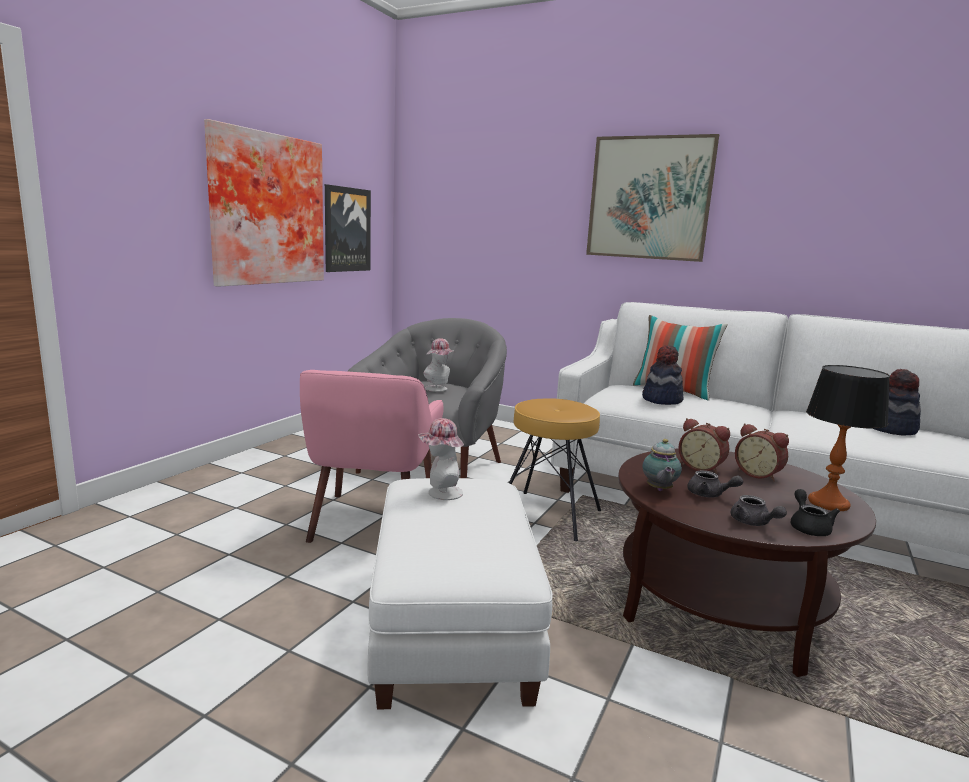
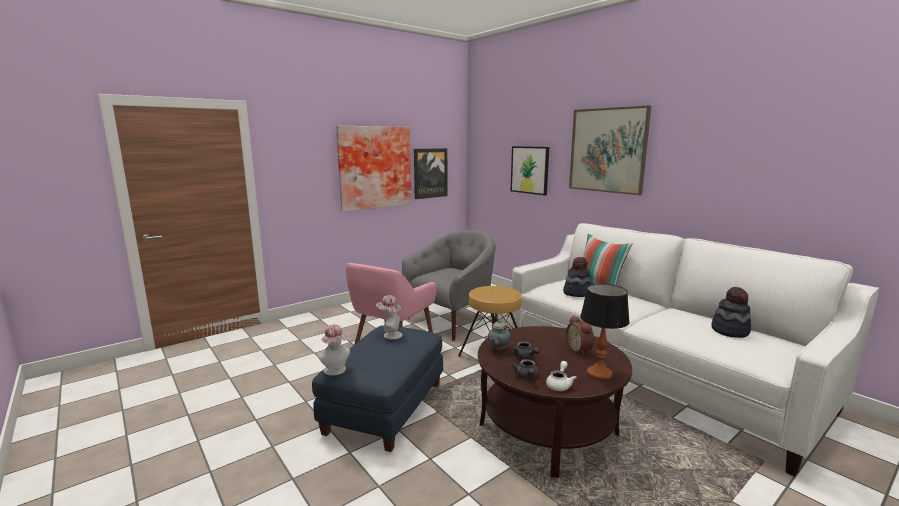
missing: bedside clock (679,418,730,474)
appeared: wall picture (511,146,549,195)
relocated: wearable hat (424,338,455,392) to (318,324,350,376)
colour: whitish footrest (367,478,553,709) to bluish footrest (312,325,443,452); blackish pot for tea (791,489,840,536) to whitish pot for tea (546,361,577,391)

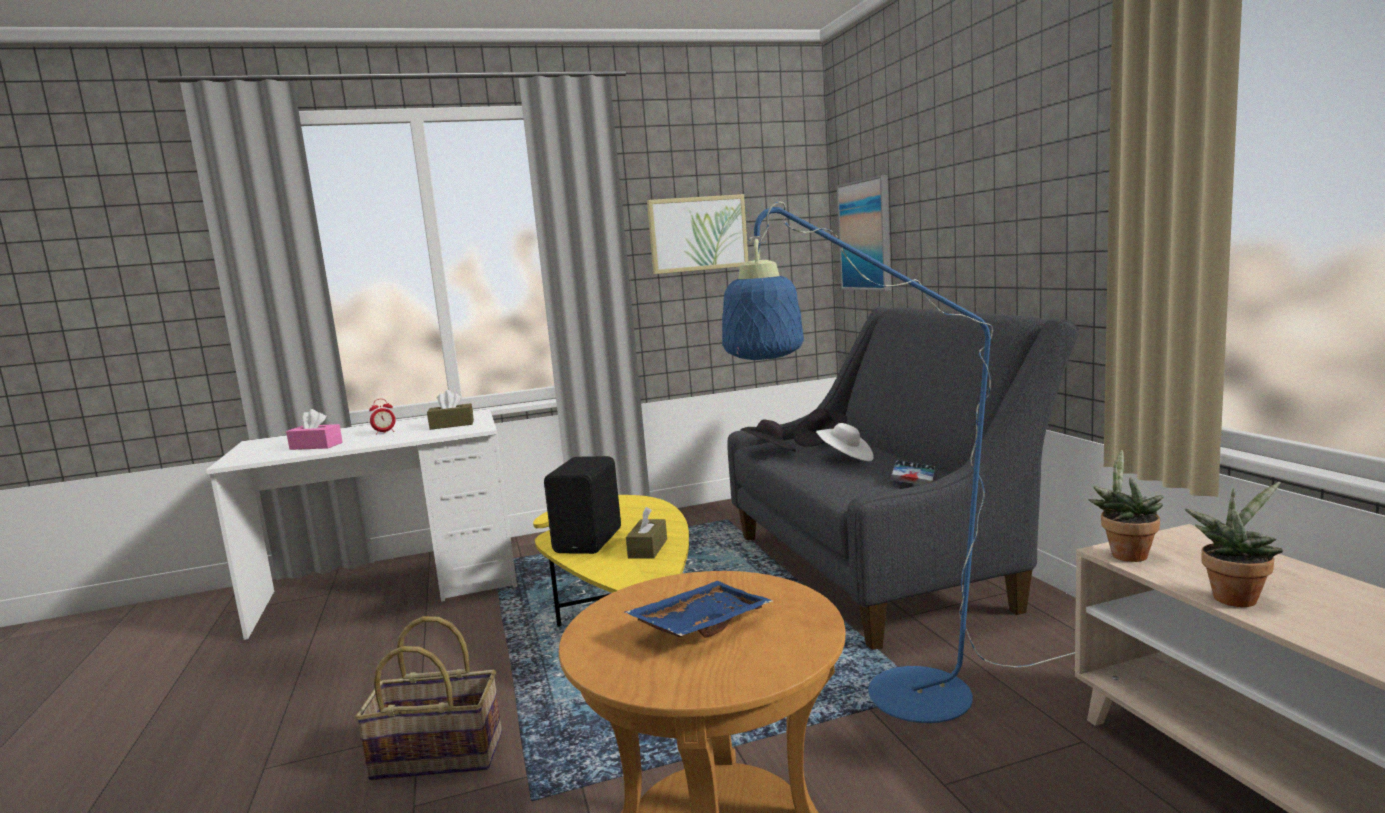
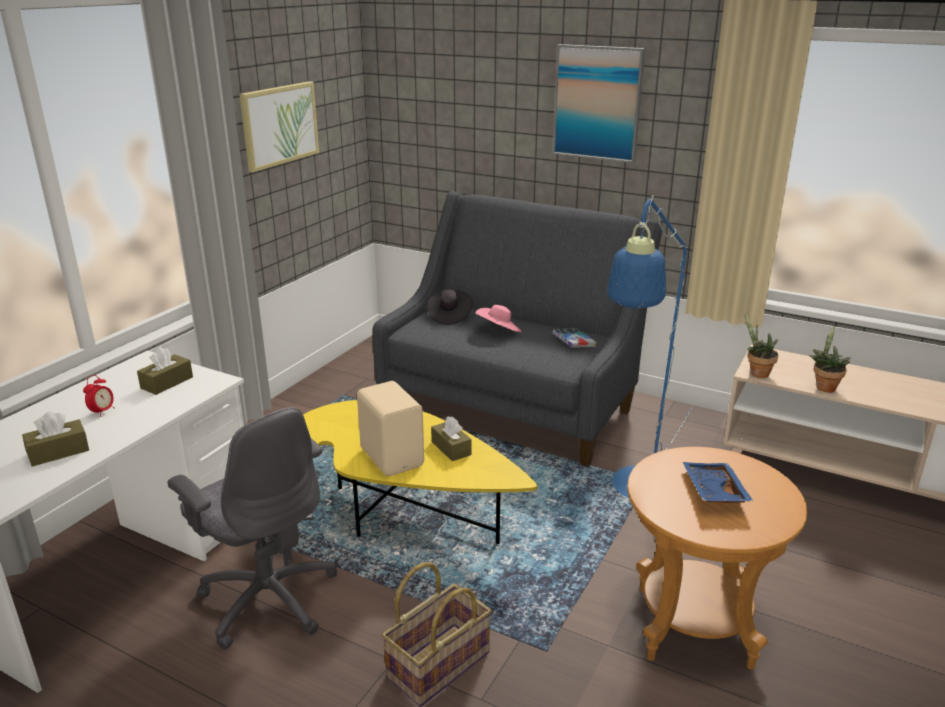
missing: blackish wearable hat (740,419,796,452)
appeared: greyish computer chair (167,407,337,650)
relocated: wall picture (837,175,891,291) to (553,44,645,163)
colour: pinkish tissue box (286,409,343,450) to brownish tissue box (22,411,89,467); blackish audio speaker (544,456,621,554) to sand-coloured audio speaker (357,381,424,476); whitish wearable hat (816,423,874,461) to pinkish wearable hat (475,305,522,332)

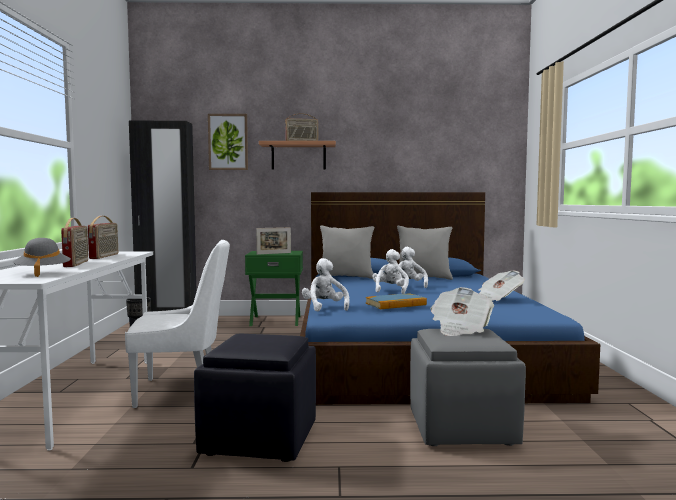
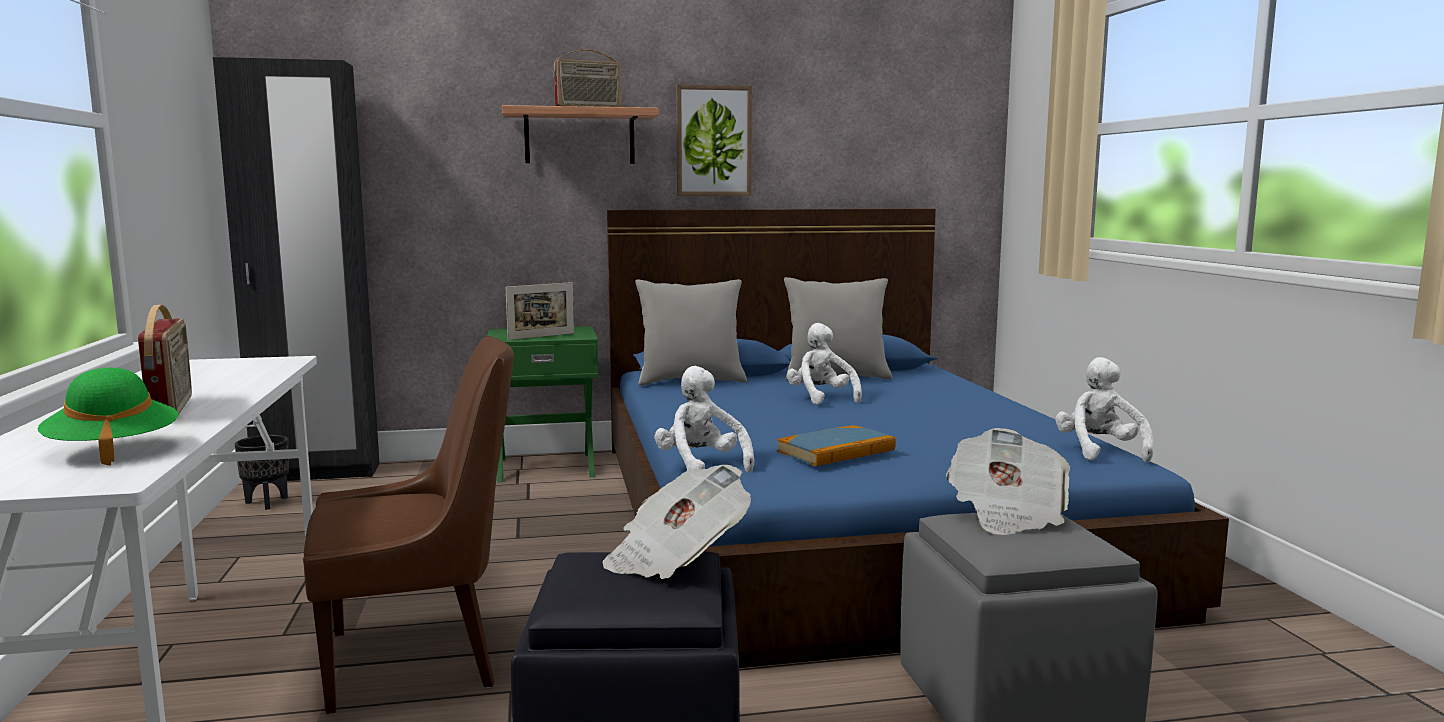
missing: radio (88,216,118,259)
relocated: wall picture (208,114,248,170) to (676,84,752,196); whitish cuddly toy (373,249,409,294) to (1055,357,1153,463); newspaper (478,271,525,301) to (602,465,751,579)
colour: greyish wearable hat (13,238,71,277) to green-coloured wearable hat (37,368,178,466); whitish chair (125,240,230,408) to brownish chair (303,336,514,714)

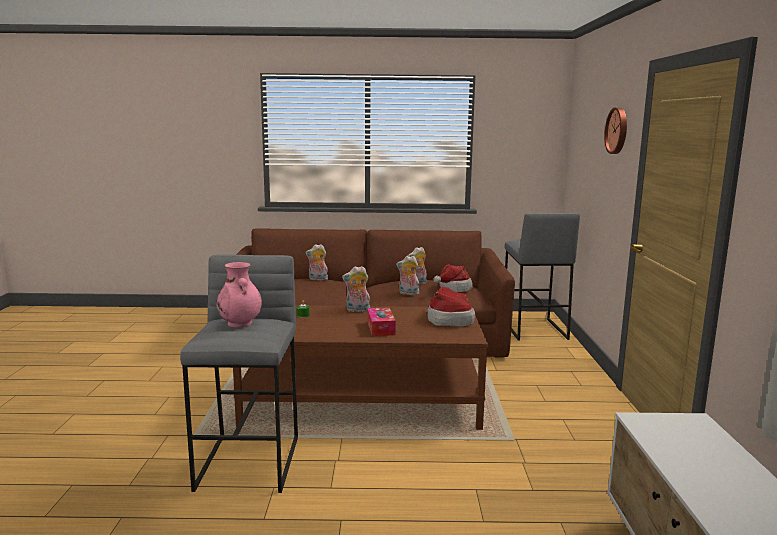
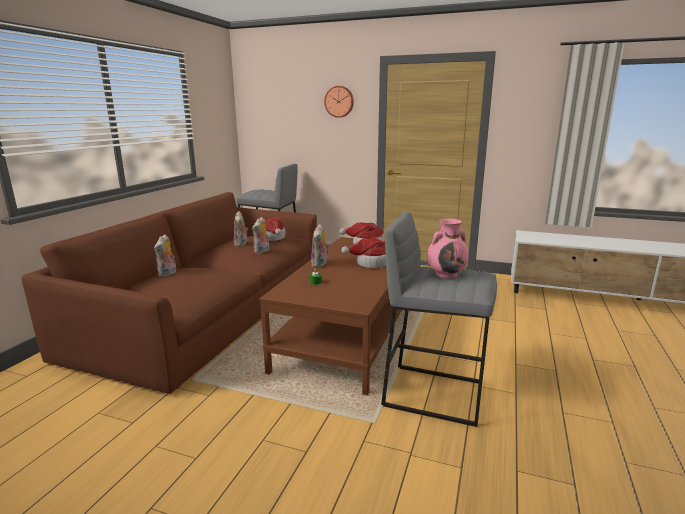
exchanged: tissue box (368,307,396,336) to wearable hat (341,237,386,268)

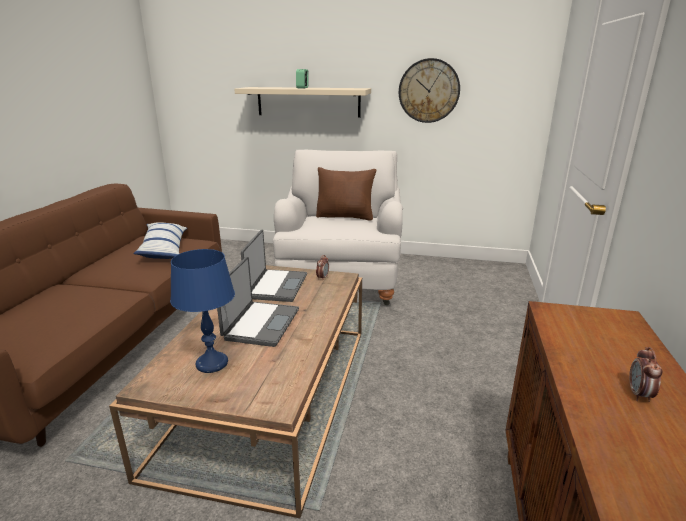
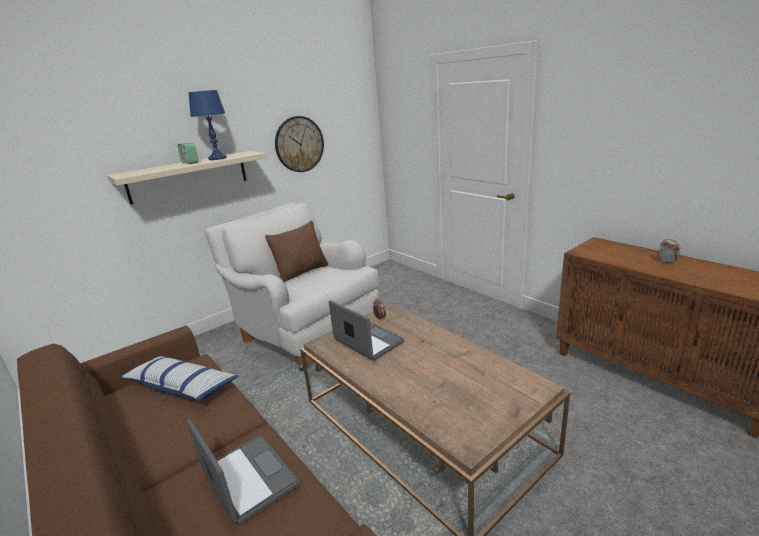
relocated: bluish tabletop lamp (170,249,235,373) to (188,90,227,160); notebook computer (217,257,299,347) to (187,419,299,525)

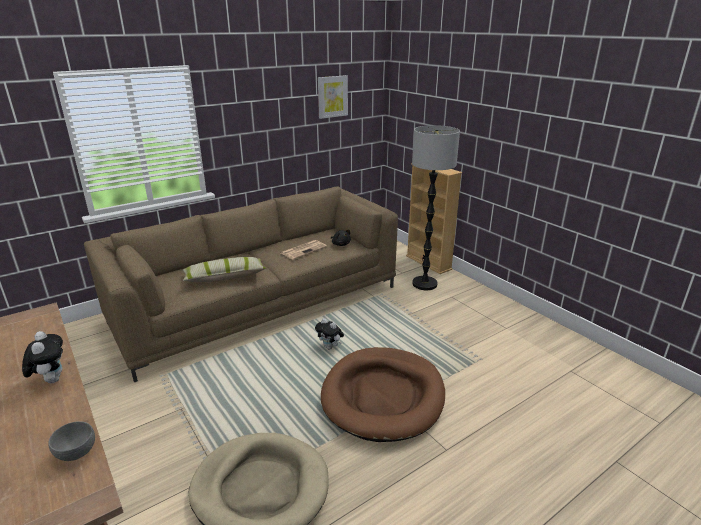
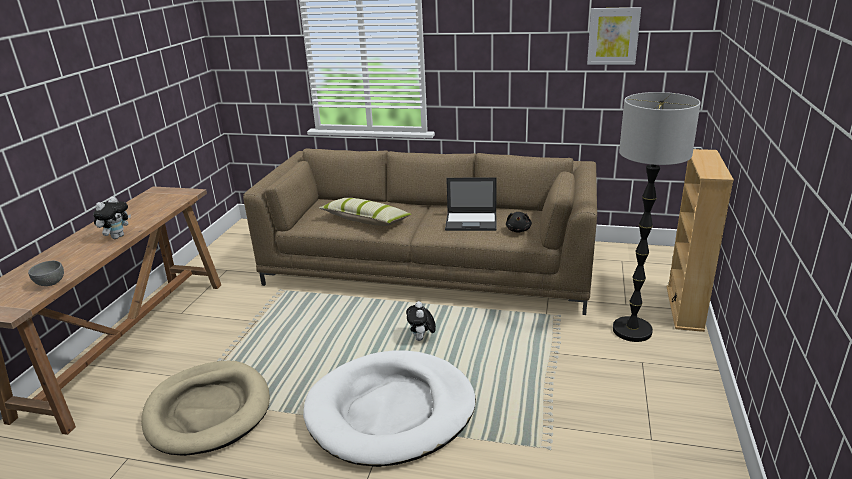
exchanged: newspaper (281,240,327,260) to notebook computer (445,177,497,231)
colour: brownish pet bed (321,347,445,442) to whitish pet bed (303,350,476,467)

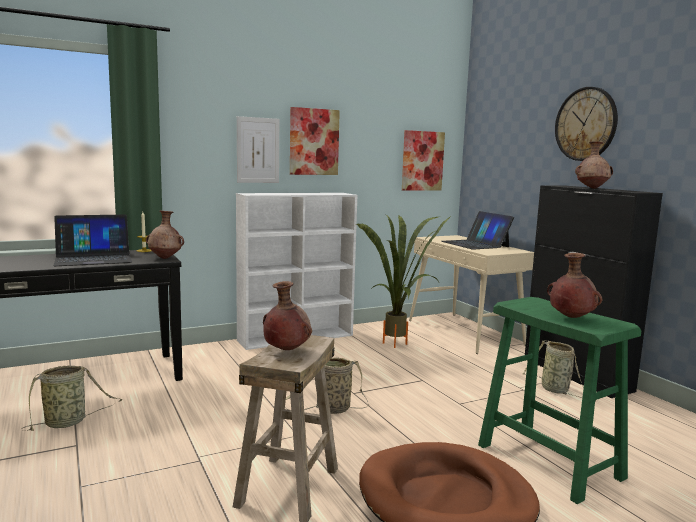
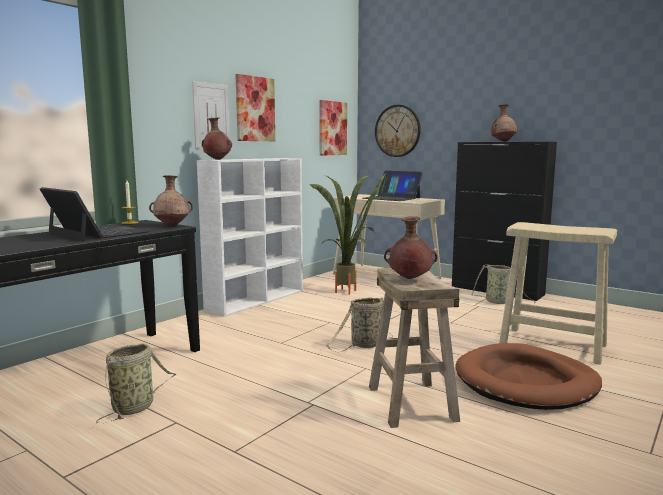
relocated: brownish decorative vase (547,253,602,318) to (202,117,232,160); clock on the wall (555,87,618,161) to (375,105,421,157)
colour: green-coloured sitting stool (478,297,641,504) to sand-coloured sitting stool (499,222,617,365)
spun: notebook computer (53,215,132,266) = (40,187,150,241) 90 degrees counterclockwise

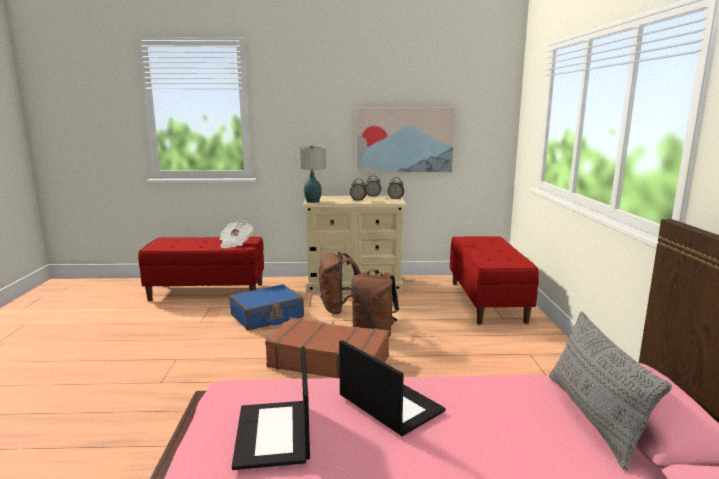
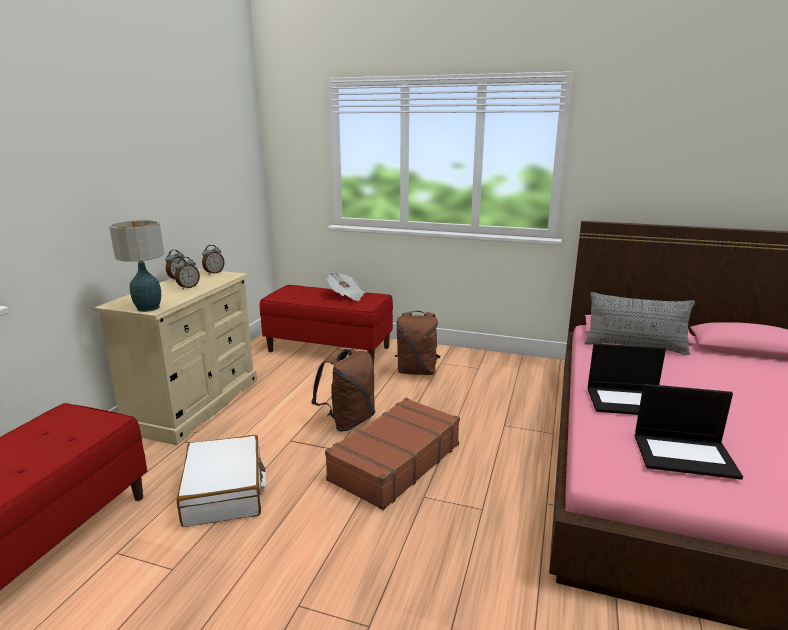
missing: wall picture (357,107,455,173)
relocated: newspaper (219,220,253,248) to (327,272,365,301); brownish knapsack (319,252,361,314) to (395,311,440,375)
colour: bluish travel case (229,284,304,330) to whitish travel case (177,435,266,527)
spun: notebook computer (339,340,446,436) = (587,343,666,415) 150 degrees counterclockwise

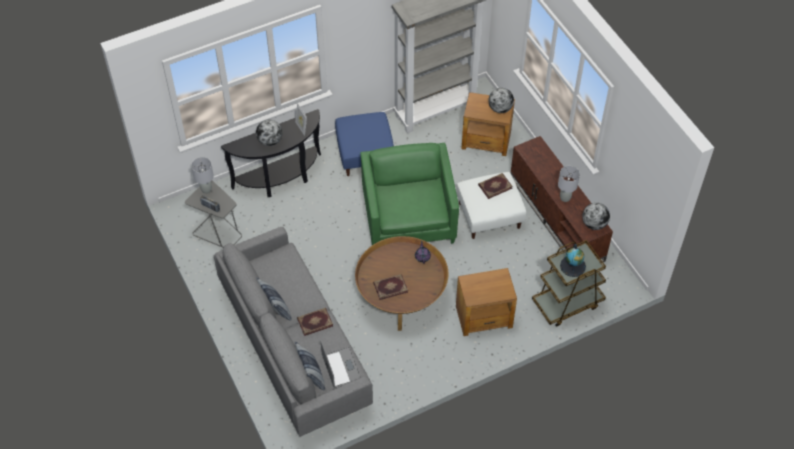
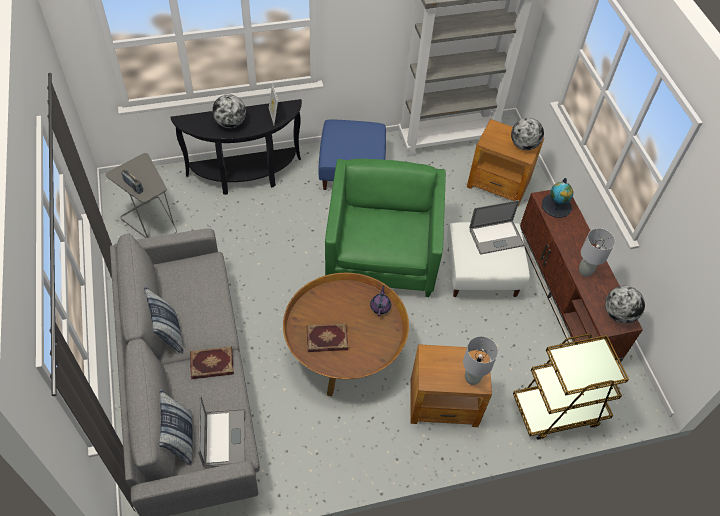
relocated: greyish tabletop lamp (191,157,214,194) to (463,336,498,385); world globe (560,244,586,277) to (542,178,573,218)
exchanged: book (478,173,513,199) to notebook computer (469,200,524,255)

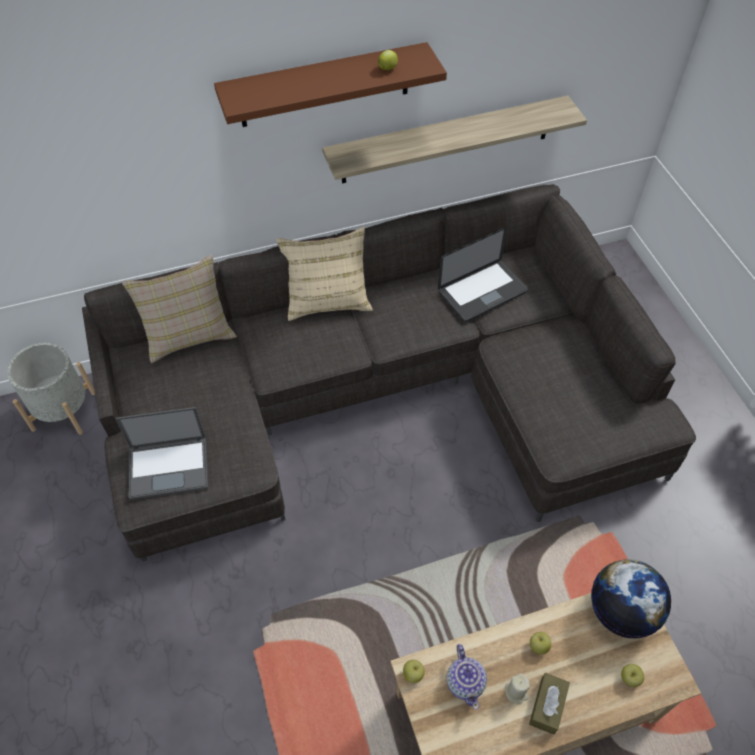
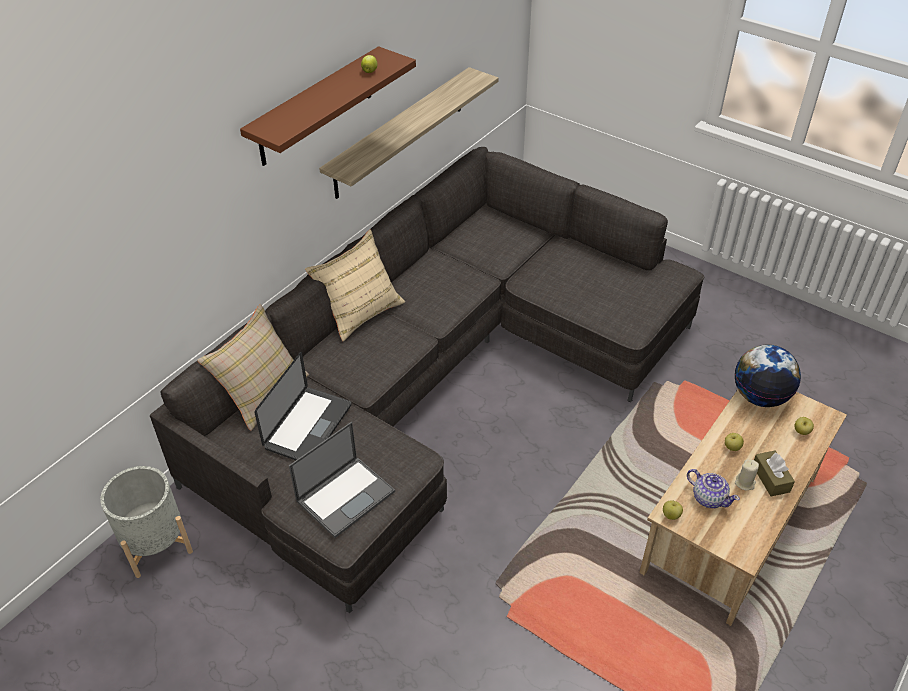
relocated: notebook computer (438,227,528,322) to (255,352,351,460)

